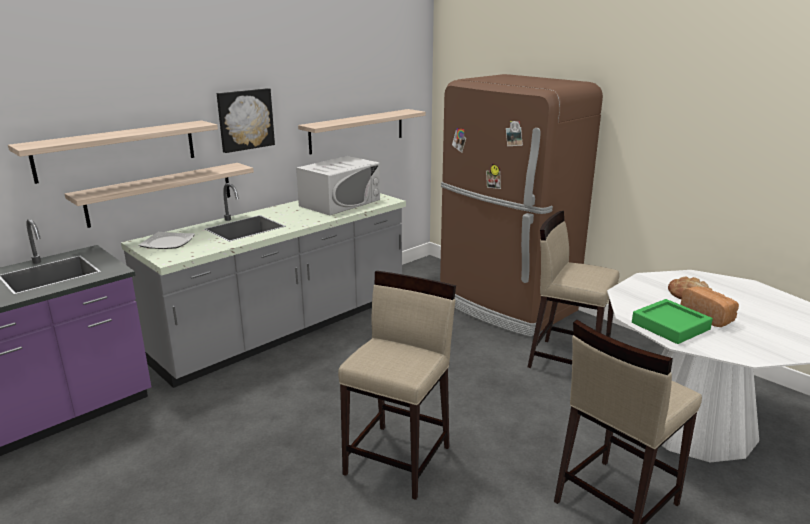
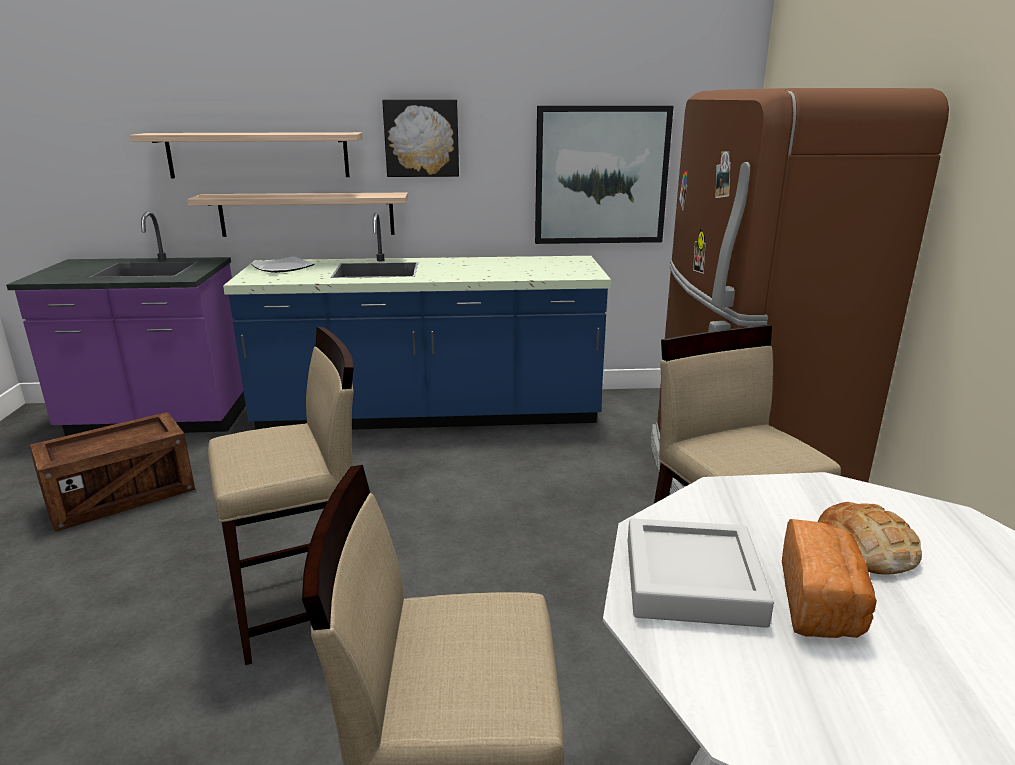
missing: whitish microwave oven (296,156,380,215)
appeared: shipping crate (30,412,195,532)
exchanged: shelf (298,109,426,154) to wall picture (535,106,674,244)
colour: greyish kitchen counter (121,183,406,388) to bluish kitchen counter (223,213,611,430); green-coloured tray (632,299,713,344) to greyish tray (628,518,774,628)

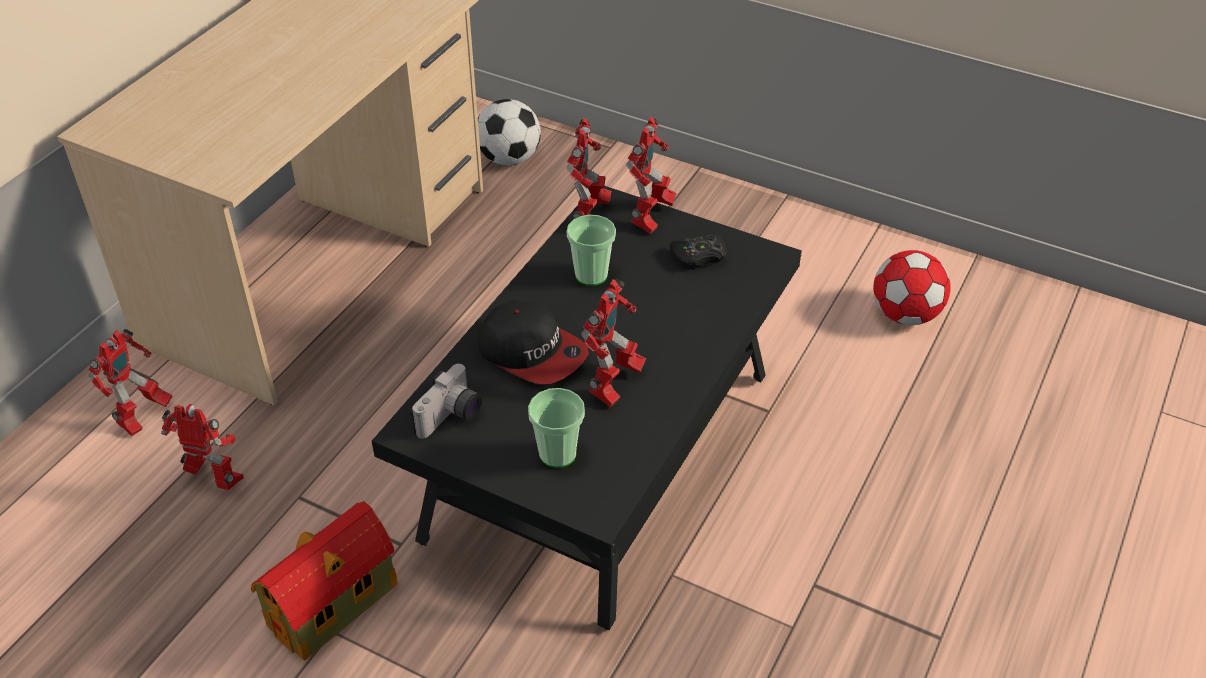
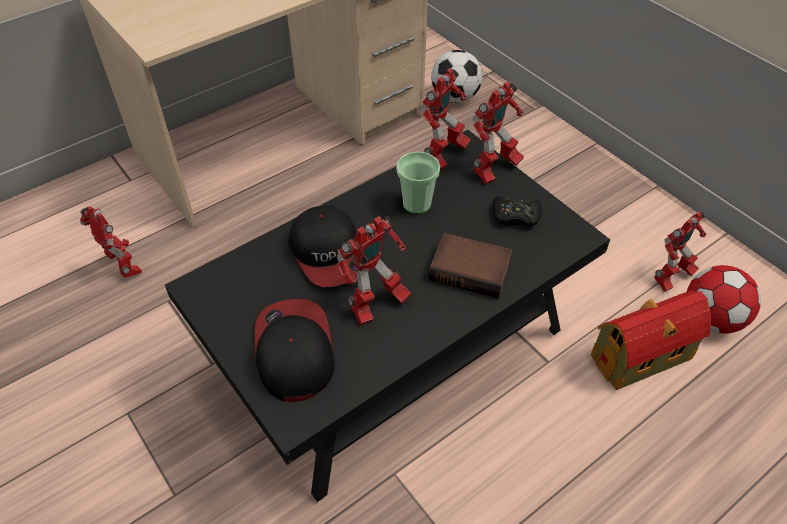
missing: still camera (410,364,482,439)
appeared: book (428,233,512,298)
relocated: model robot (89,329,173,436) to (654,211,707,292); toy house (251,501,398,660) to (591,291,711,390)
exchanged: small cup (528,388,585,468) to baseball cap (254,299,335,402)

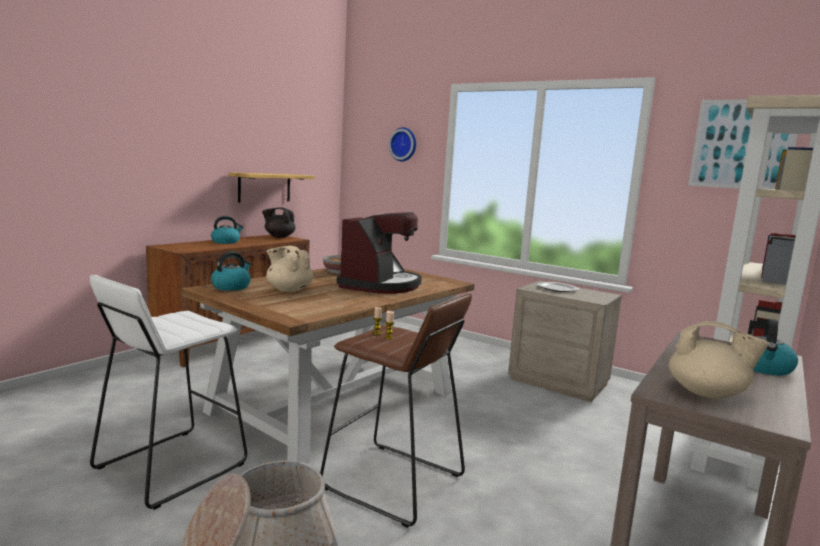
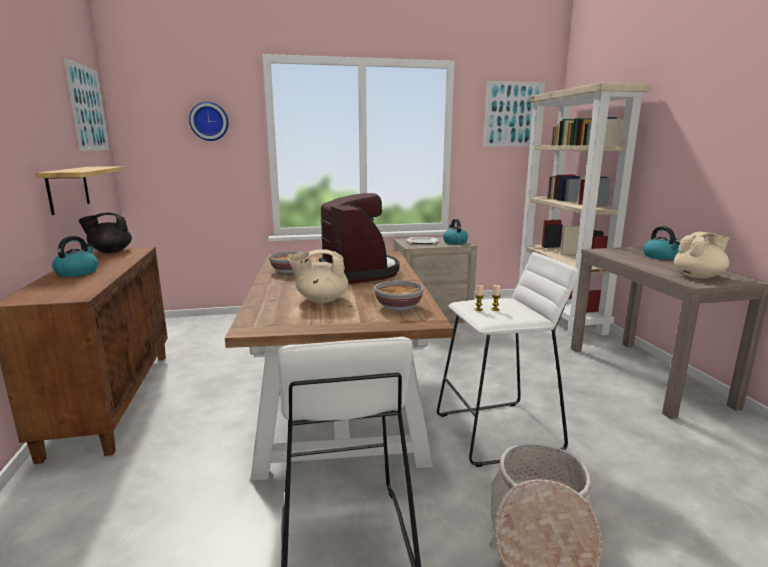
appeared: wall picture (64,58,109,151); deep dish (374,280,424,311)
relocated: tea kettle (211,252,251,291) to (443,219,468,244)
colour: brownish sitting stool (320,293,472,528) to whitish sitting stool (437,252,578,467)

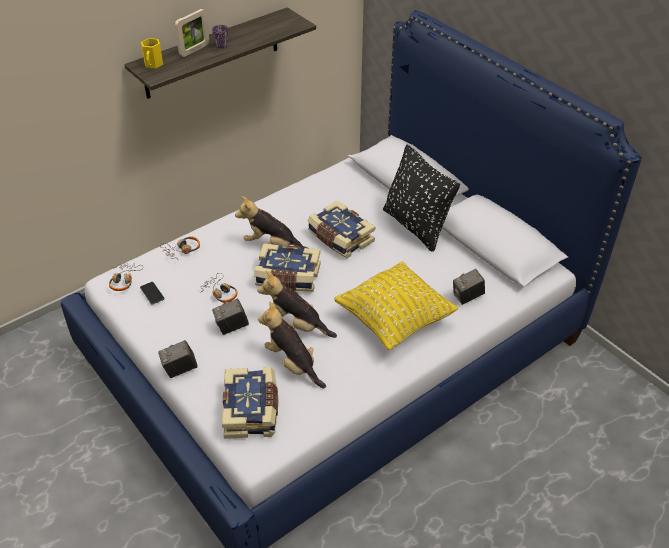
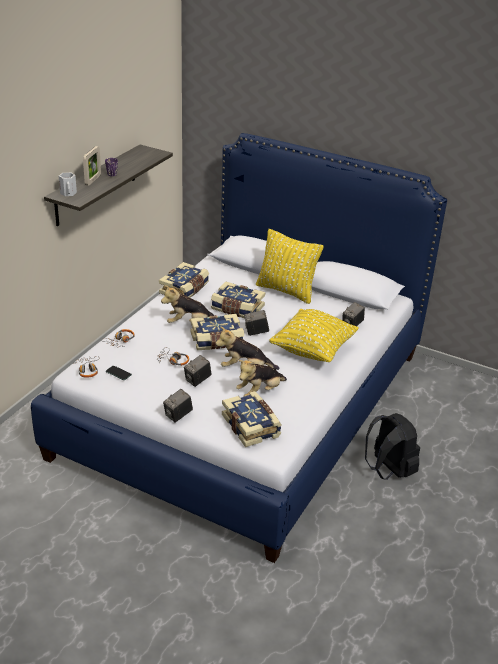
appeared: book (159,262,209,298); still camera (244,310,269,336); blackish knapsack (365,413,420,480)
colour: yellowish tea mug (141,38,163,68) to whitish tea mug (59,172,77,196); blackish pillow (383,145,460,252) to yellowish pillow (256,229,324,304)
spun: cuddly toy (258,302,326,389) = (236,360,287,396) 60 degrees counterclockwise

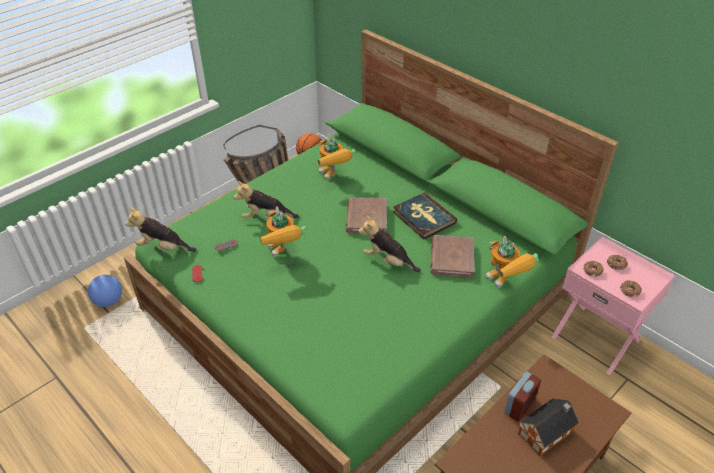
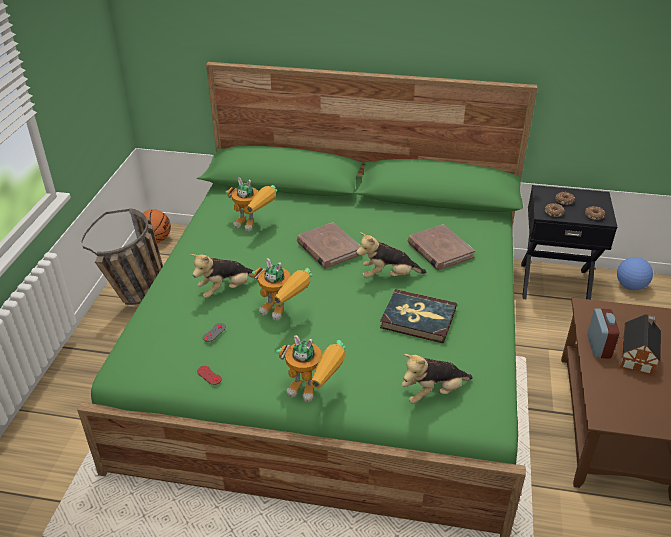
relocated: football ball (88,275,122,307) to (617,257,653,290); cuddly toy (125,207,197,252) to (402,354,473,404); book (393,192,457,239) to (380,289,457,343); model robot (486,236,539,288) to (276,335,346,402)
colour: pinkish night table (551,237,675,375) to blackish night table (521,185,617,300)

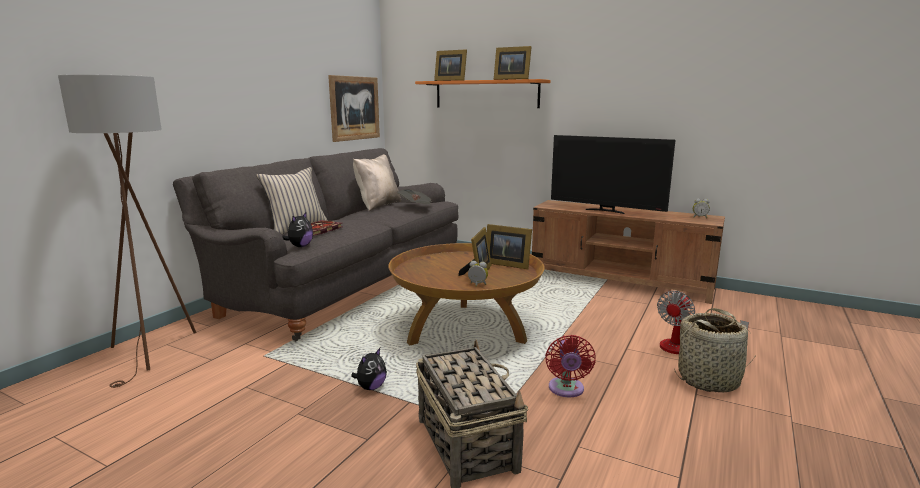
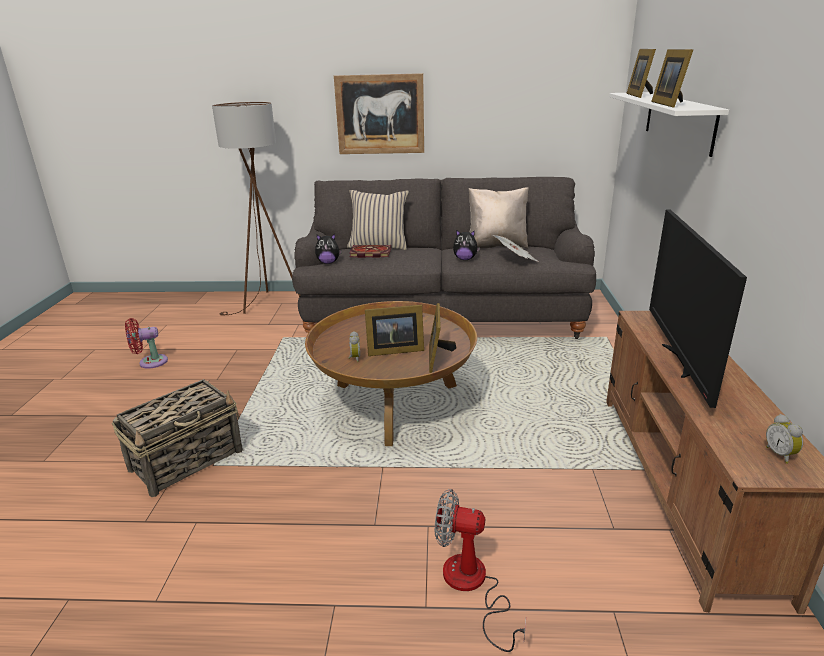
missing: household basket (674,308,756,392)
relocated: wall picture (328,75,380,142) to (334,73,424,154); cuddly toy (351,348,387,390) to (453,230,480,260); reddish electric fan (545,335,596,397) to (125,318,168,369)
colour: orange shelf (415,79,551,108) to whitish shelf (609,92,729,157)

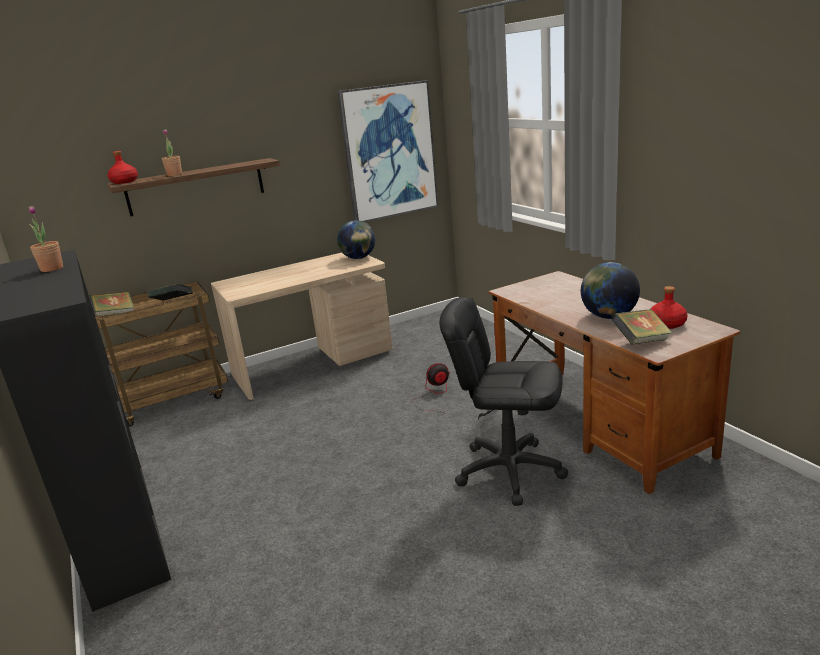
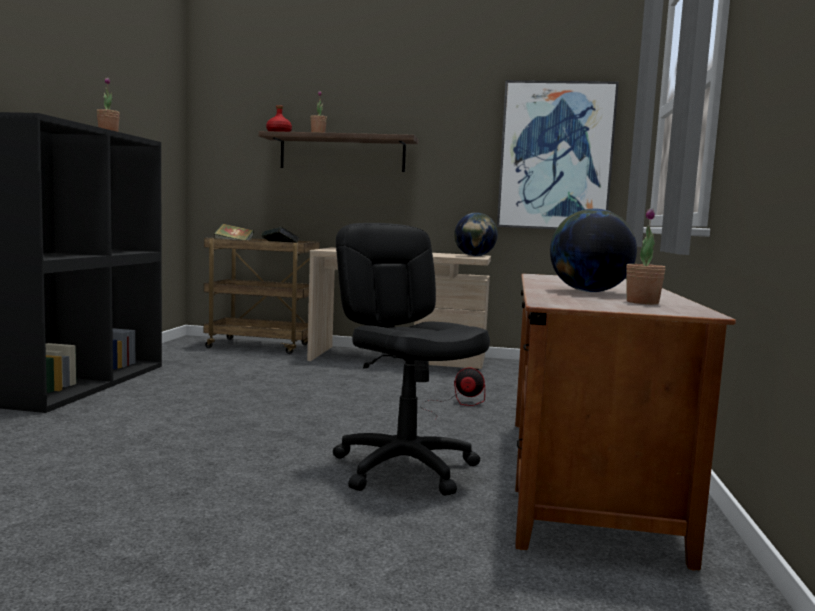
missing: book (611,309,672,344)
exchanged: reddish drink bottle (651,286,688,329) to potted plant (626,208,666,304)

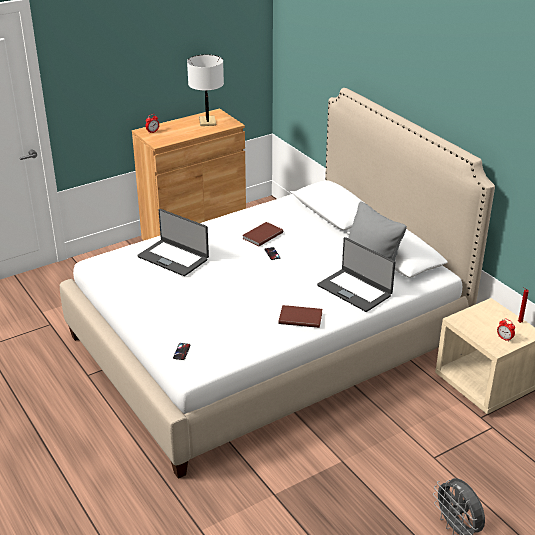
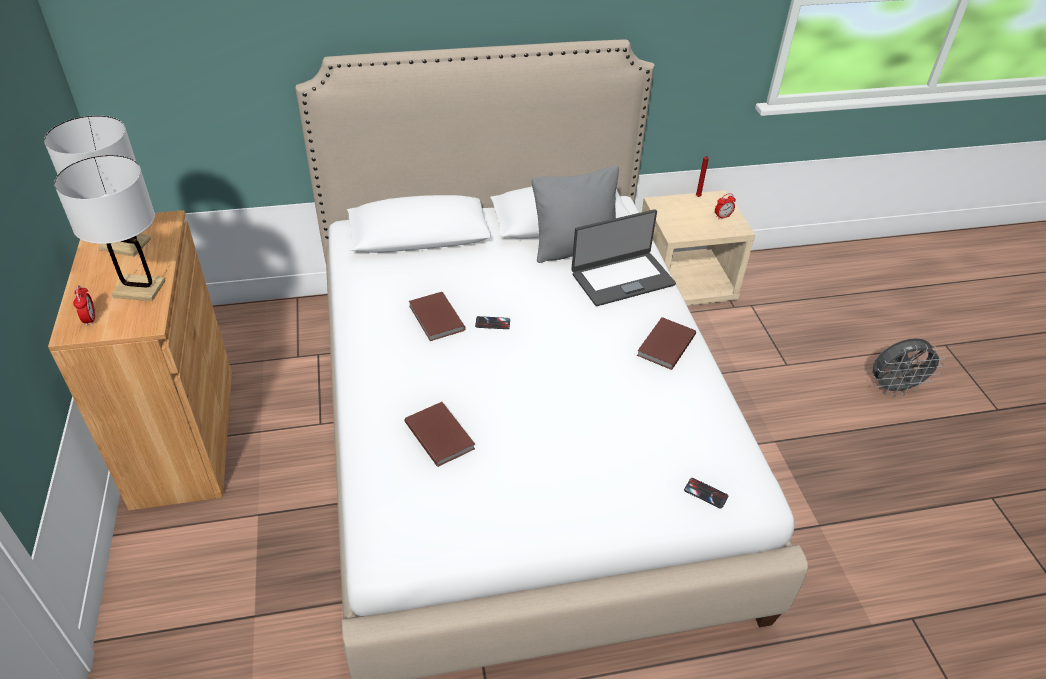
appeared: whitish tabletop lamp (54,155,165,301)
exchanged: notebook computer (137,209,209,276) to brownish book (405,402,475,467)

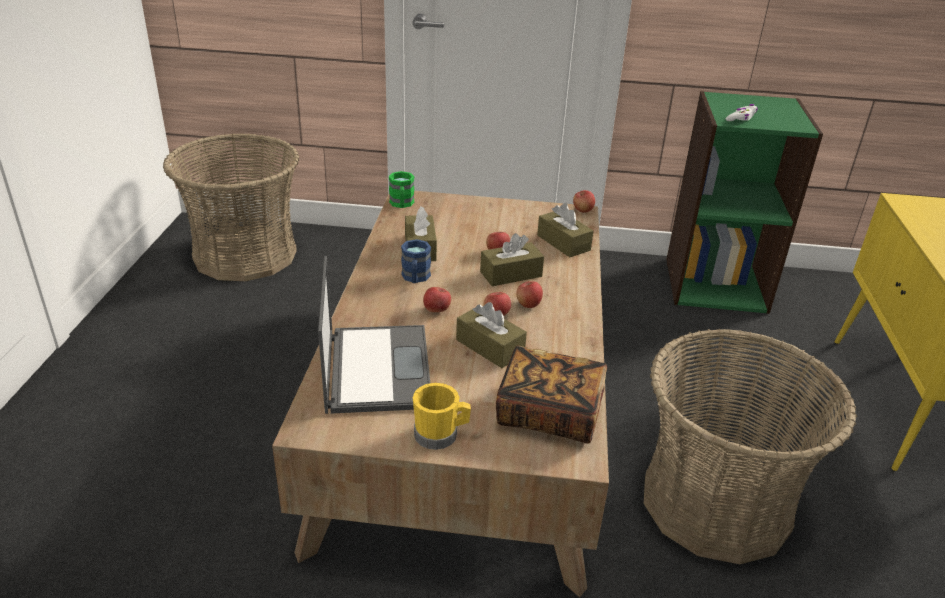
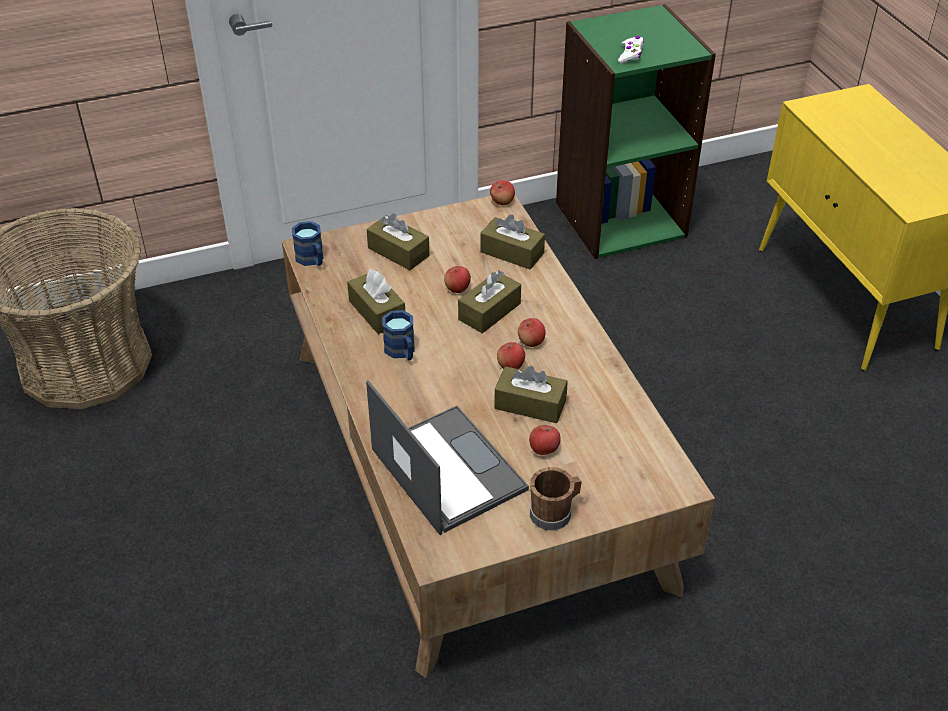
missing: book (496,346,607,444); household basket (644,329,857,564)
appeared: brownish tissue box (367,214,430,270)
relocated: whole apple (423,287,451,312) to (529,425,561,455)
colour: green-coloured tea mug (389,171,414,208) to bluish tea mug (292,221,324,266); yellowish tea mug (413,383,471,450) to brownish tea mug (530,467,582,531)

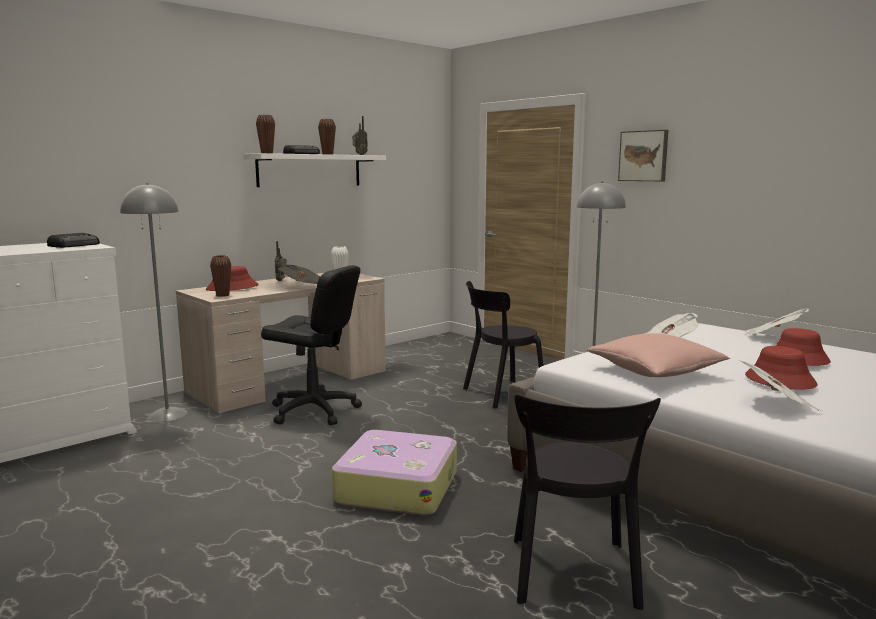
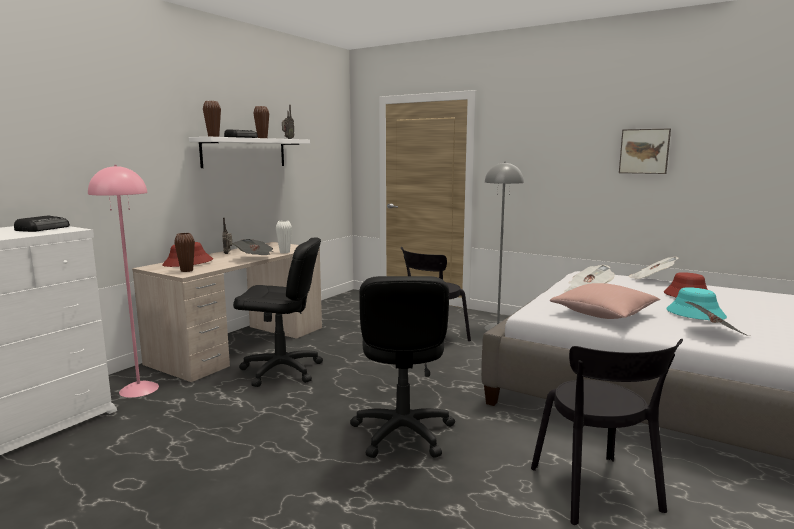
relocated: wall picture (618,130,668,181) to (619,128,671,174)
exchanged: travel case (332,430,457,516) to blackish computer chair (350,276,455,458)
colour: greyish floor lamp (120,183,188,422) to pinkish floor lamp (88,165,159,398); reddish wearable hat (745,346,818,390) to turquoise wearable hat (666,287,727,320)

